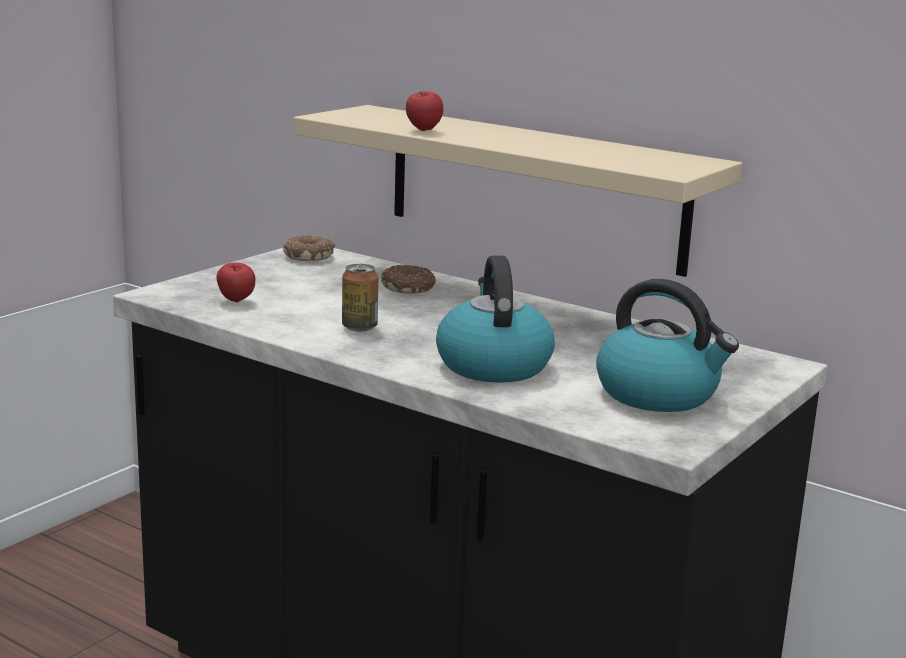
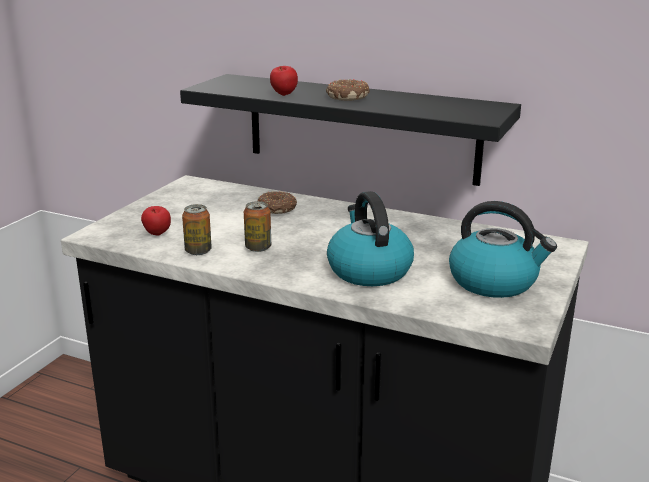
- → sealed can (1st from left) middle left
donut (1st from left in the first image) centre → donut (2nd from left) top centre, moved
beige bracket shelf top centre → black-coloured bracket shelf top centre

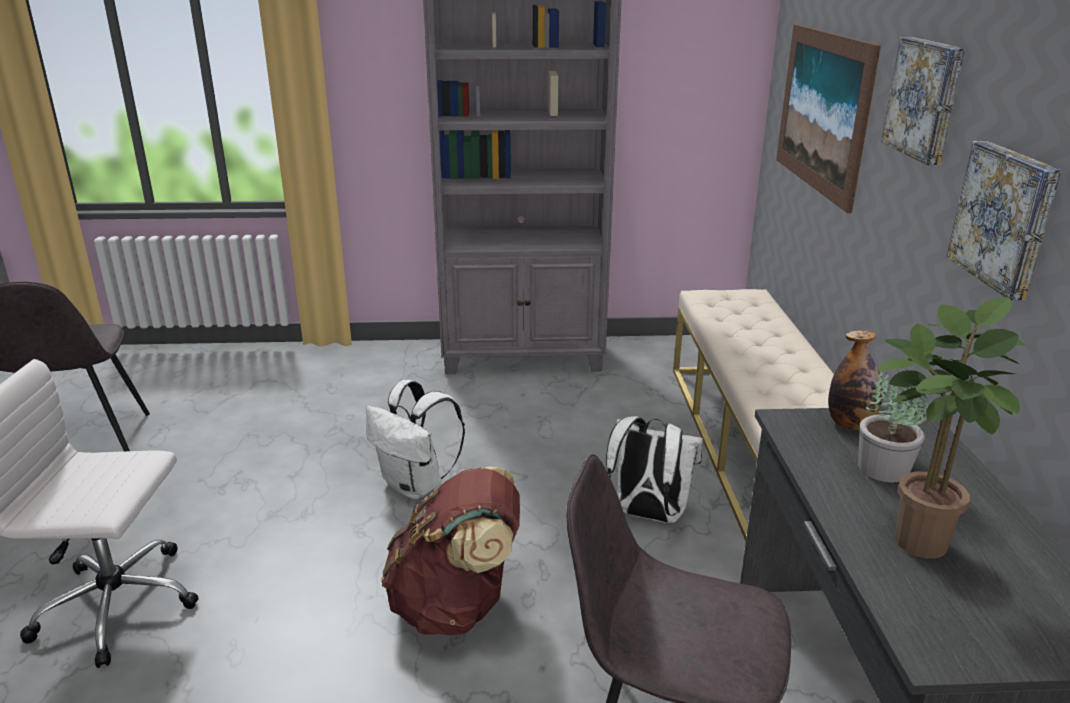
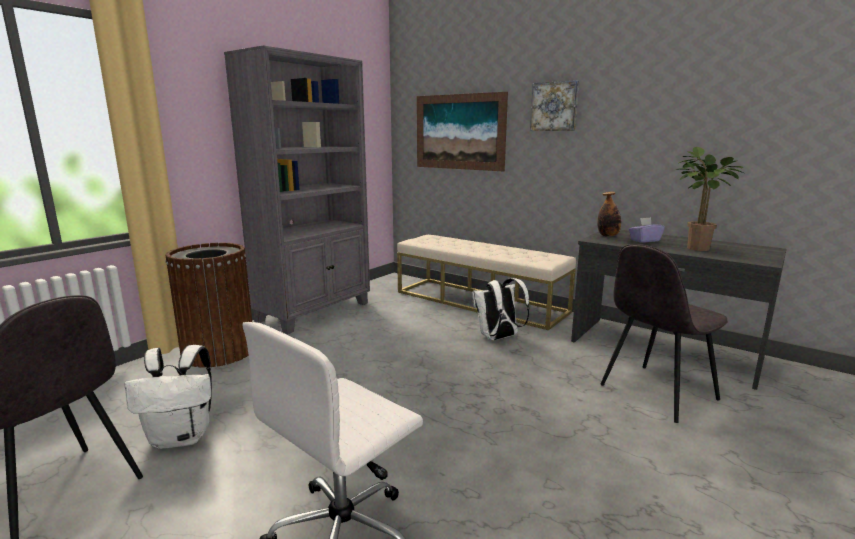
brownish rucksack bottom centre → -
wall art (3rd from left) top right → -
- → brownish rubbish bin middle left
whitish rucksack (1st from left) centre → whitish rucksack (1st from left) bottom left, moved
potted plant (1st from left) middle right → purplish tissue holder middle right

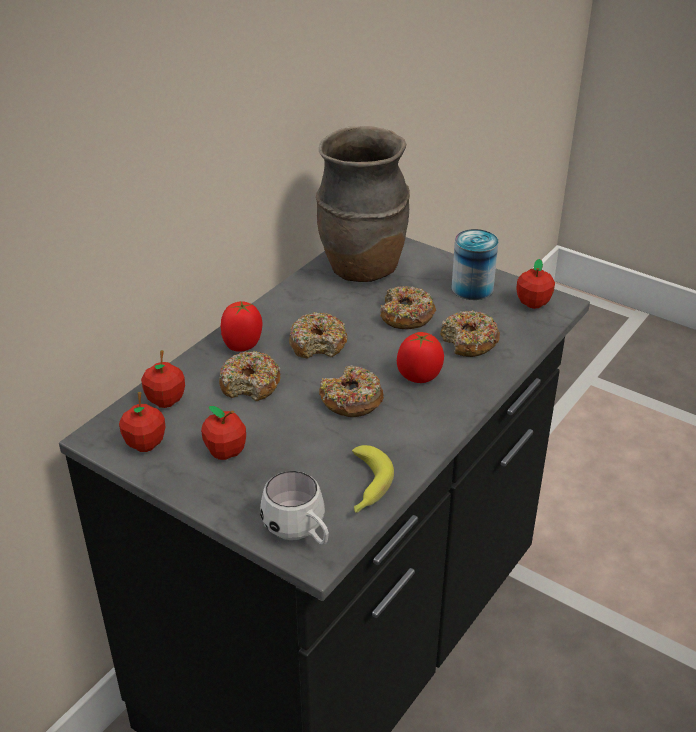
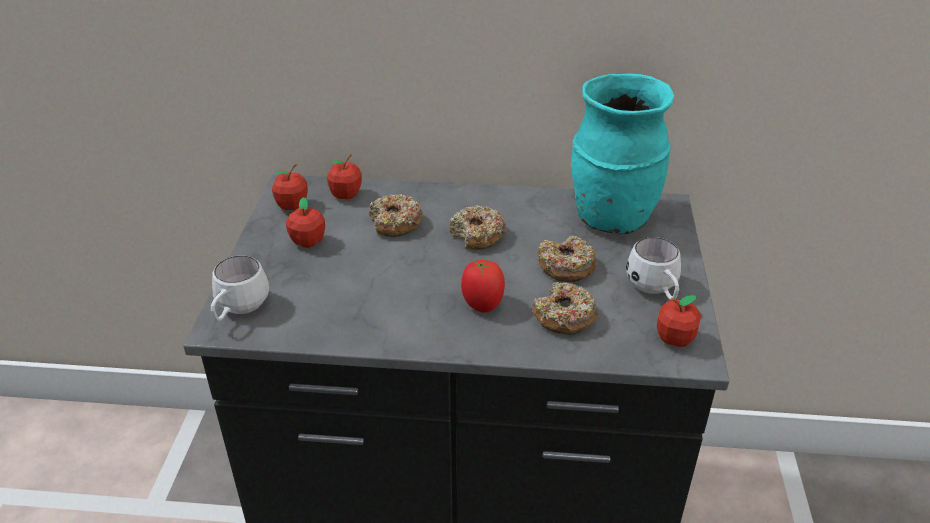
whole tomato (1st from left) centre → -
donut (3rd from left) centre → -
banana centre → -
sealed can middle right → whitish mug (2nd from left) middle right
brownish vase top centre → blue-green vase top right

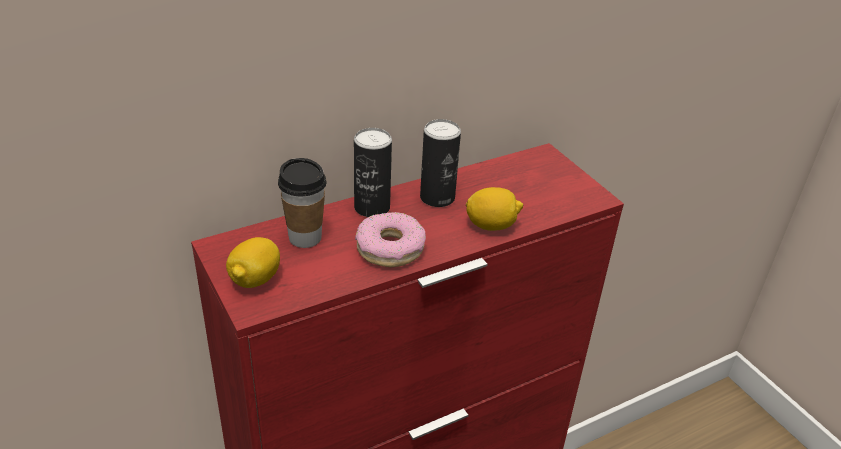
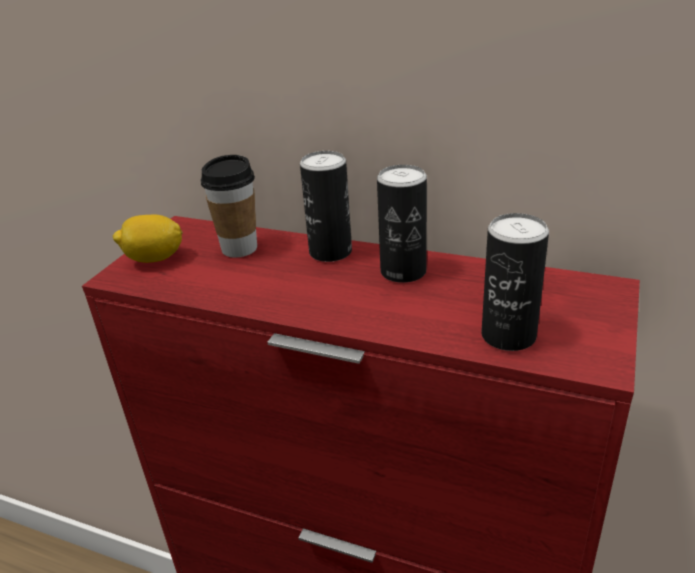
donut centre → -
lemon (2nd from left) centre → -
- → sealed can (3rd from left) middle right

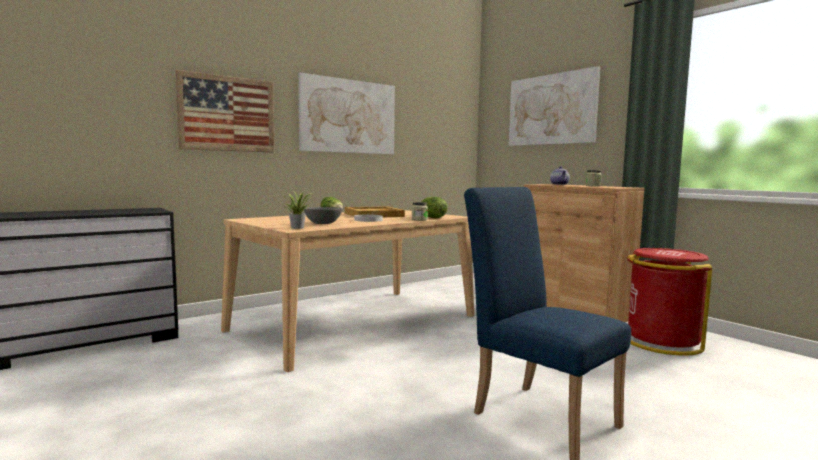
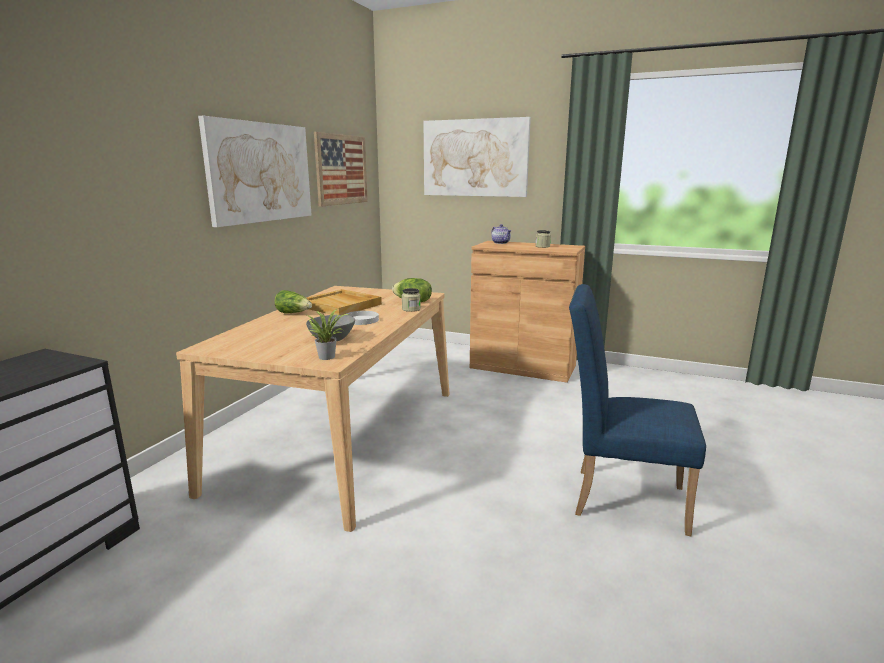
reddish rubbish bin middle right → -
wall art (1st from left in the first image) top left → wall art (2nd from left) top centre, moved

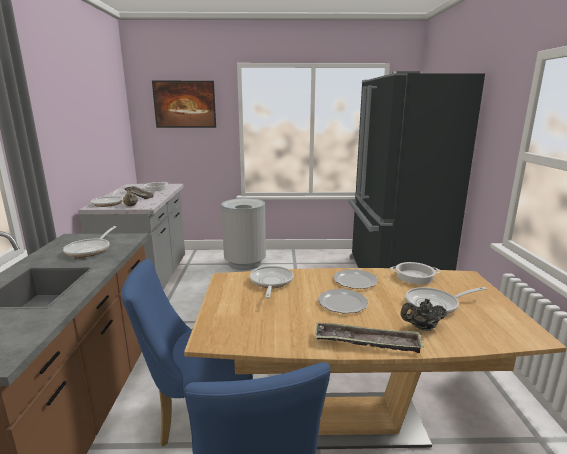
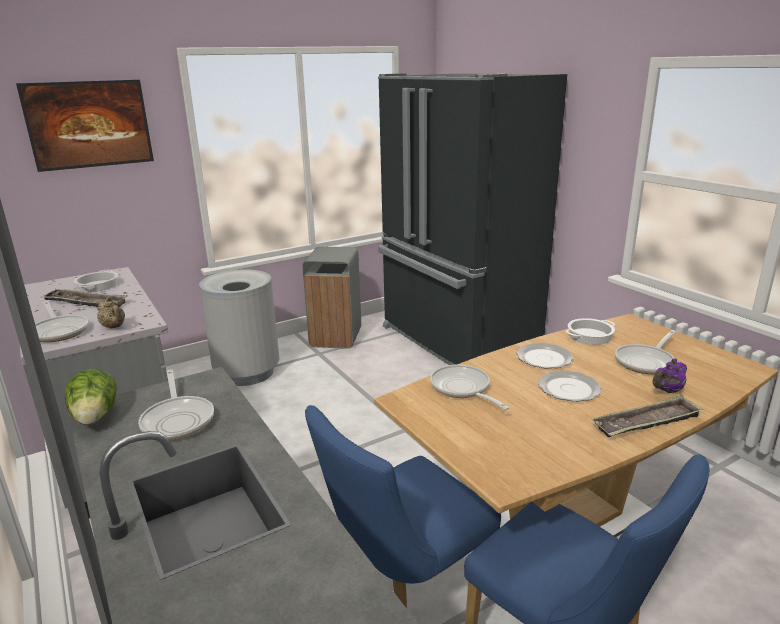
- → lettuce head middle left
- → gray rubbish bin (2nd from left) centre
black-coloured pot for tea bottom right → purplish pot for tea middle right

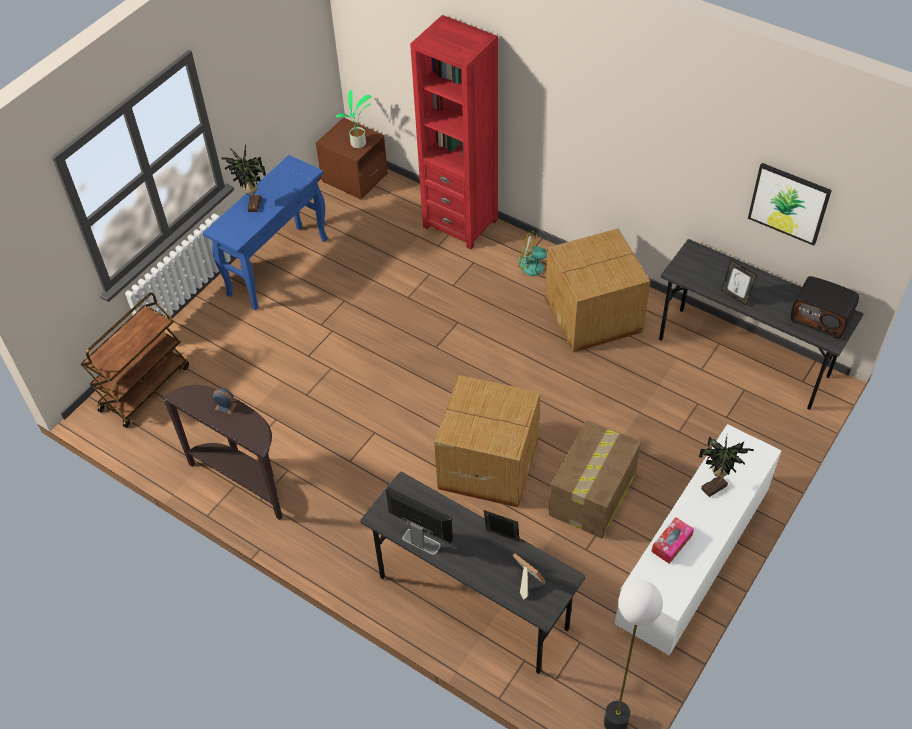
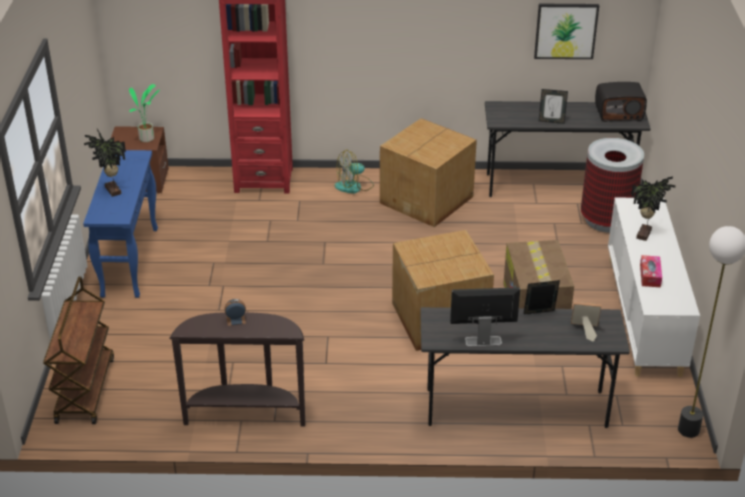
- → rubbish bin middle right

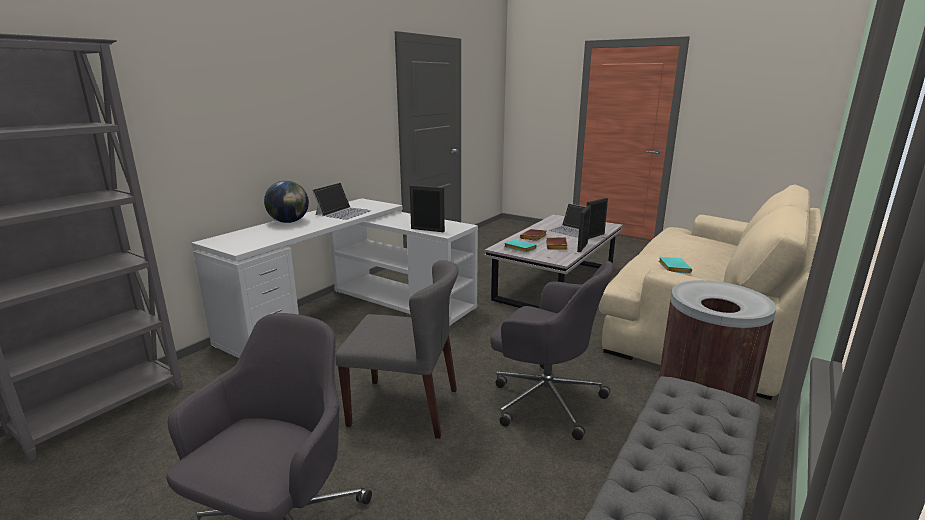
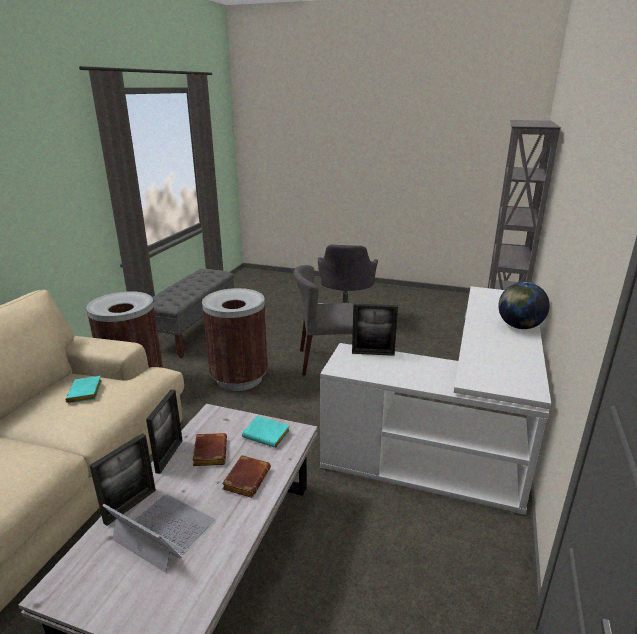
laptop (1st from left) centre → -
gray computer chair (2nd from left) bottom centre → brownish rubbish bin (2nd from left) centre

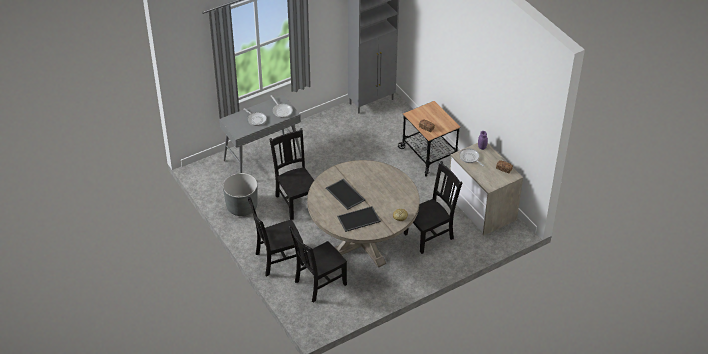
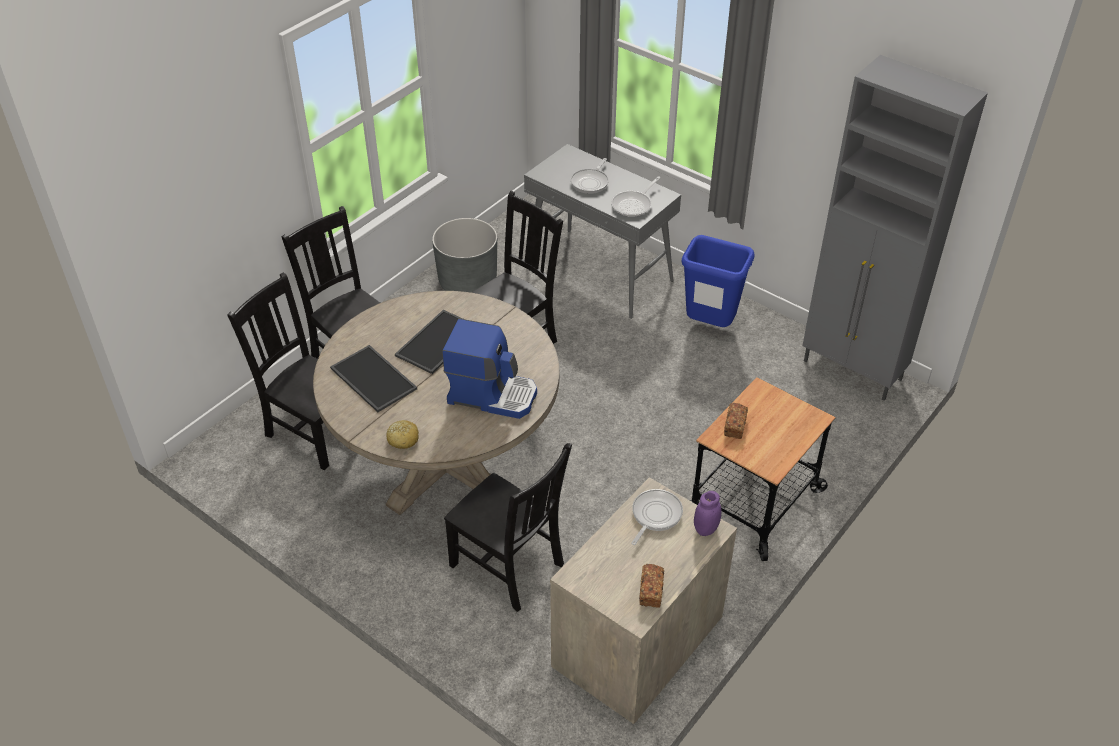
- → coffee maker centre
- → blue rubbish bin centre

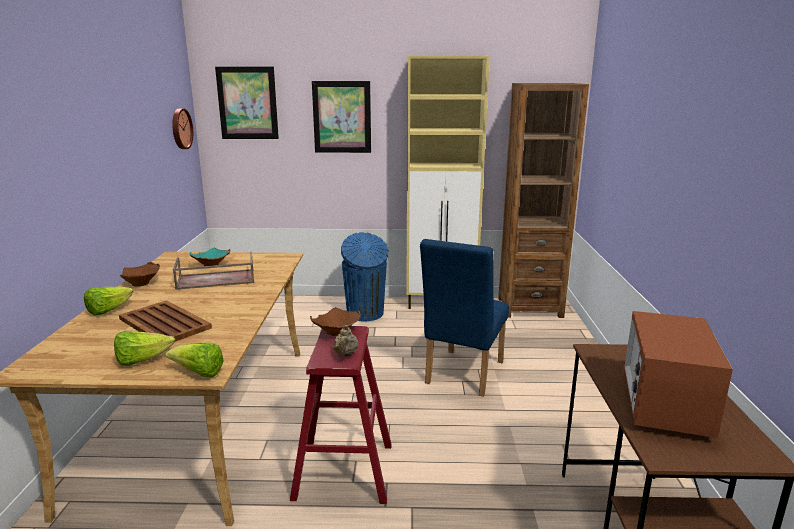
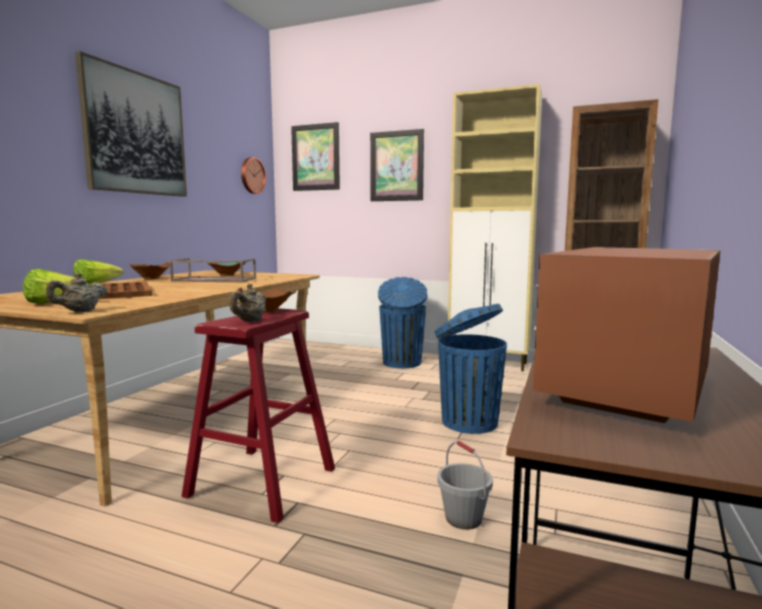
- → wall art (1st from left) top left
- → gray bucket bottom centre
lettuce head (3rd from left) bottom left → beige pot for tea (1st from left) middle left
blue chair centre → blue rubbish bin (2nd from left) centre

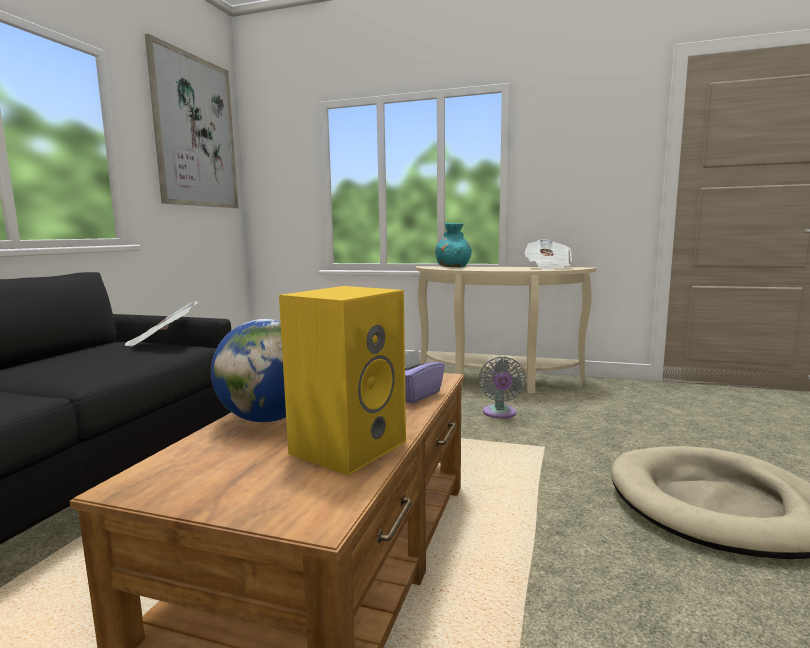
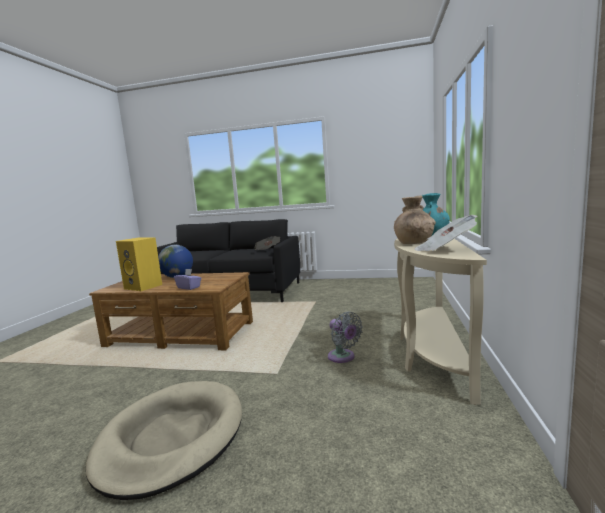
wall art top left → -
- → brownish vase middle right
gray electric fan centre, 120 degrees counterclockwise

